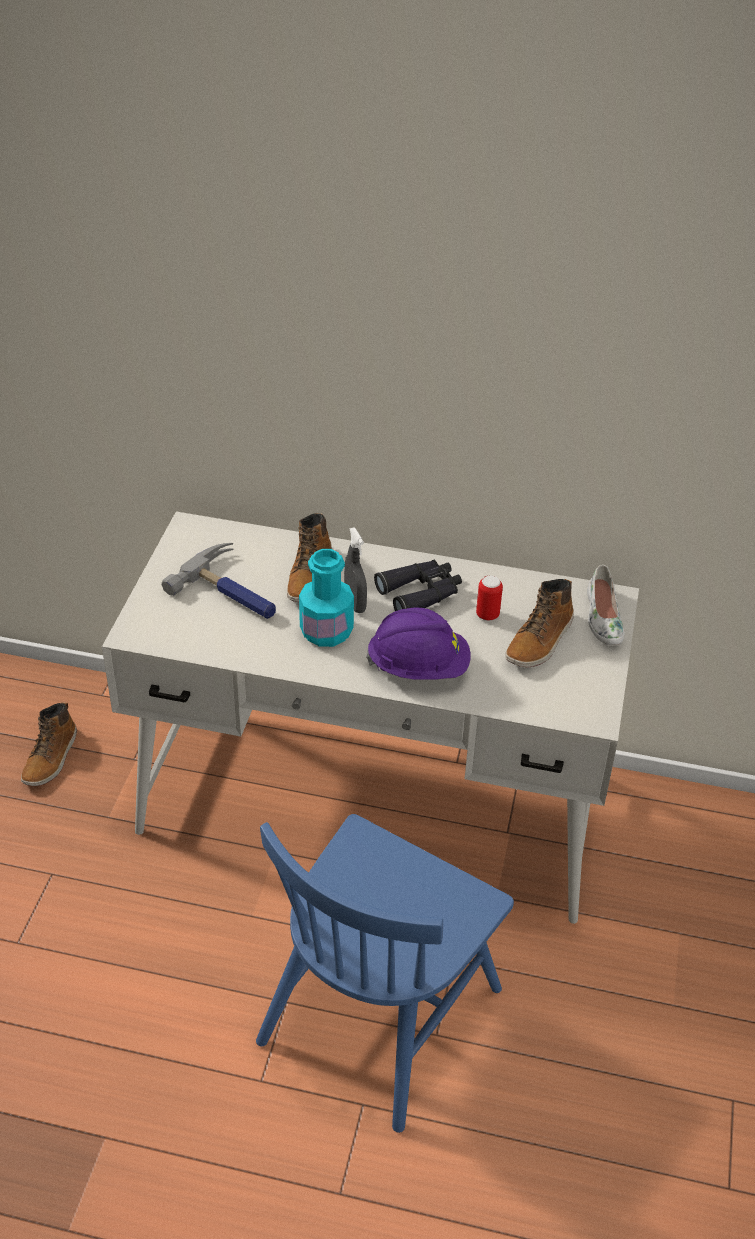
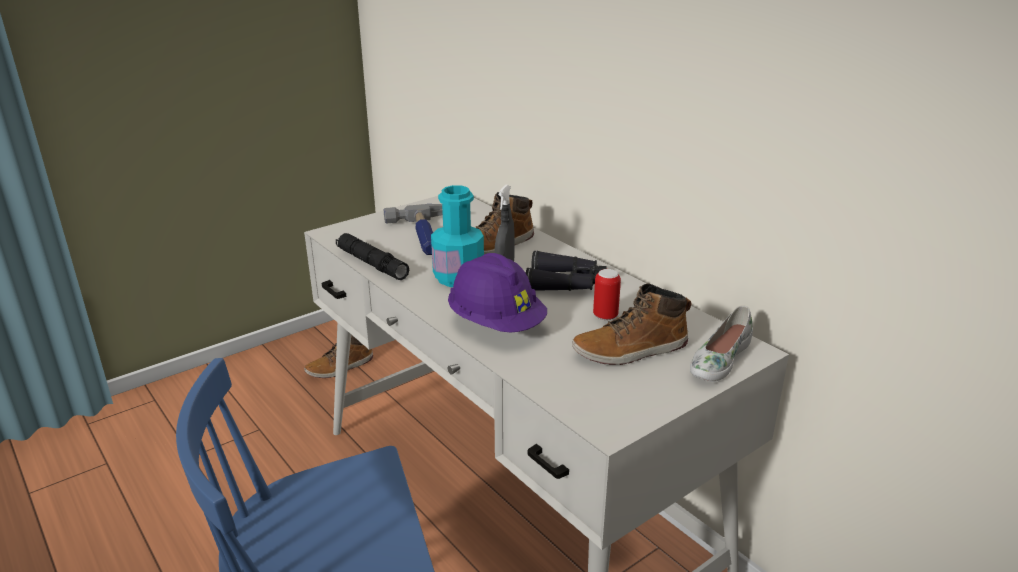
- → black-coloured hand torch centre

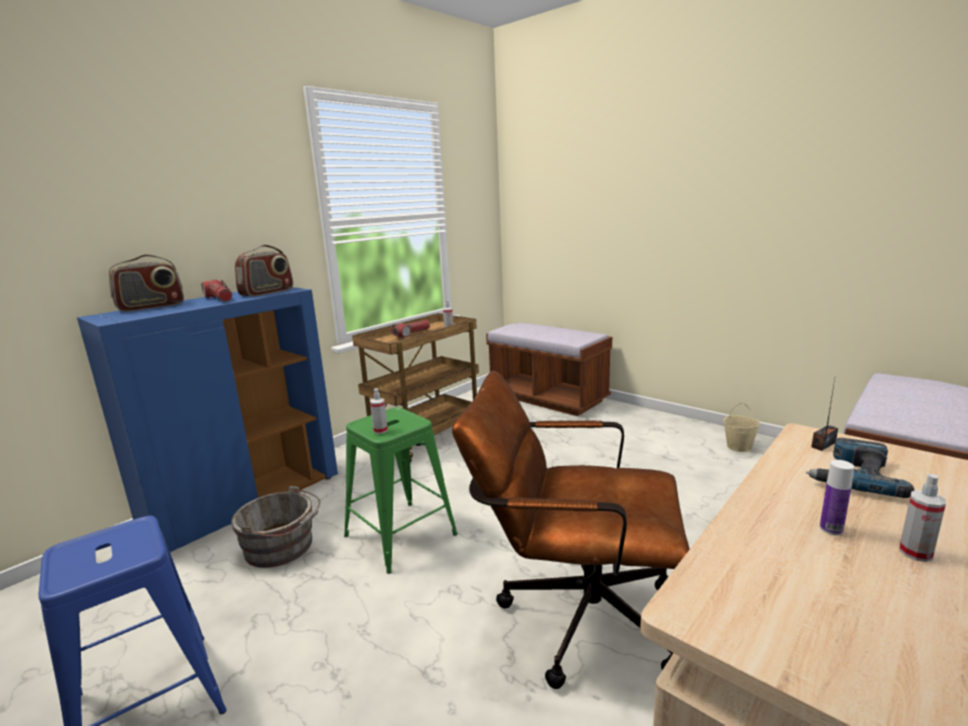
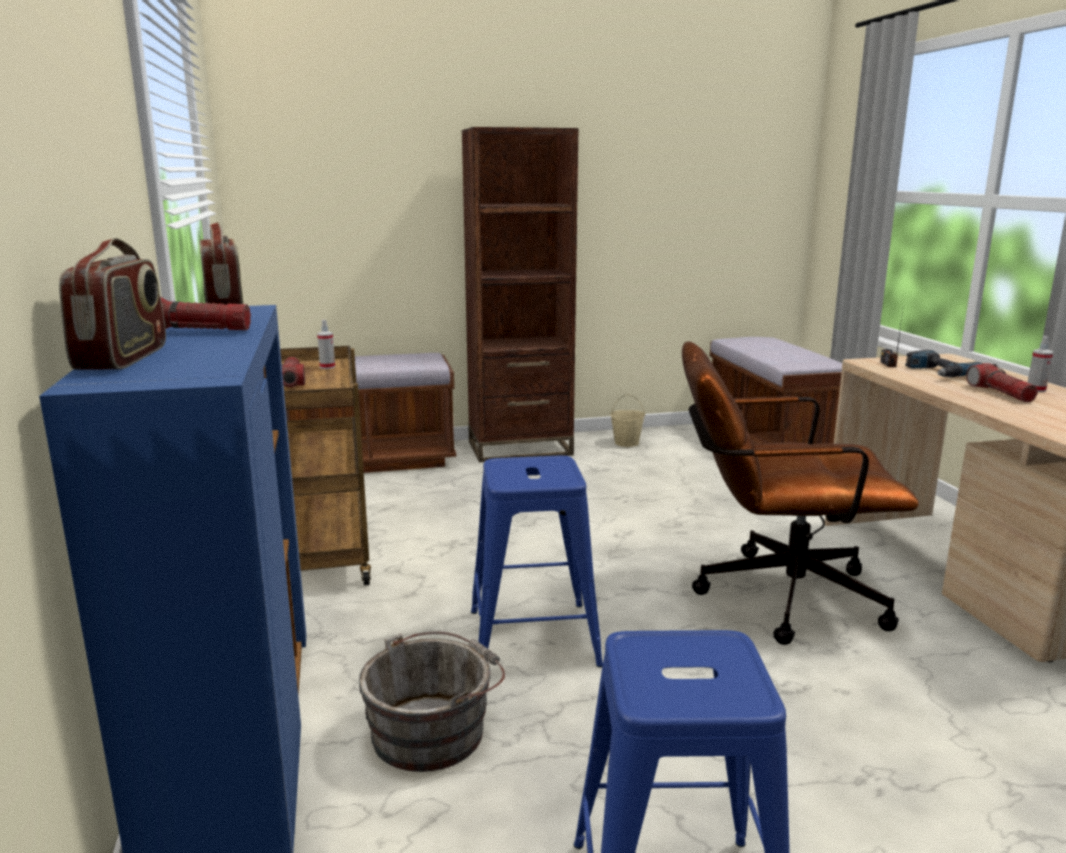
spray bottle (1st from left) centre → -
- → brownish bookshelf centre
drink bottle bottom right → hand torch (3rd from left) middle right
green-coloured stool bottom centre → blue stool (1st from left) centre
brownish computer chair bottom centre → brownish computer chair middle right, 45 degrees clockwise

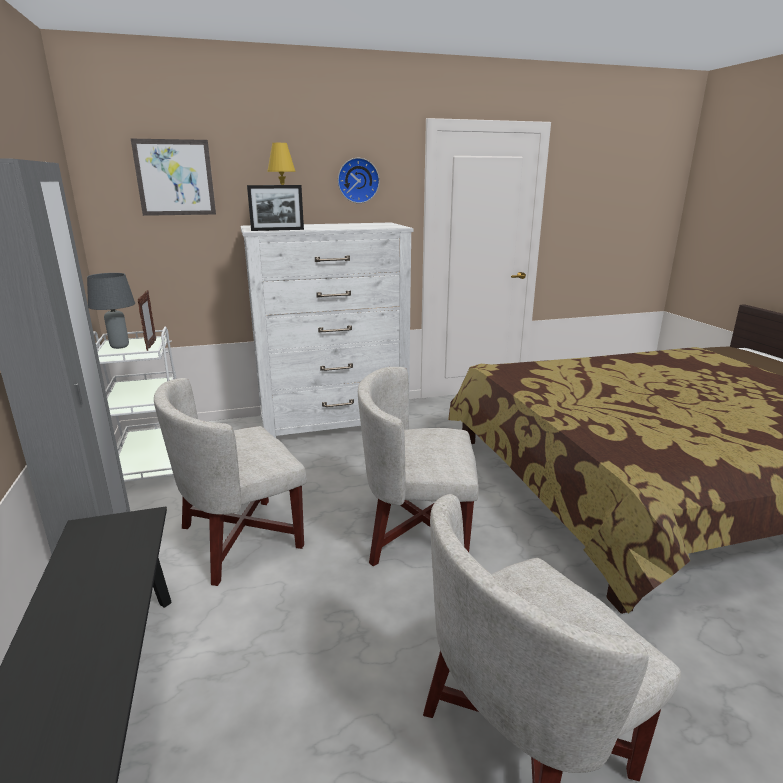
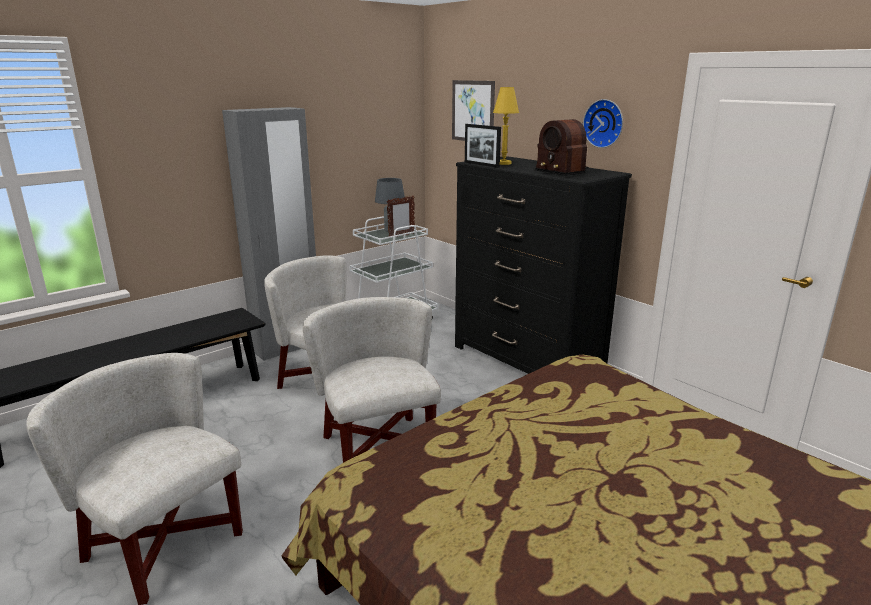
- → radio top centre
whitish chest of drawers centre → black-coloured chest of drawers centre

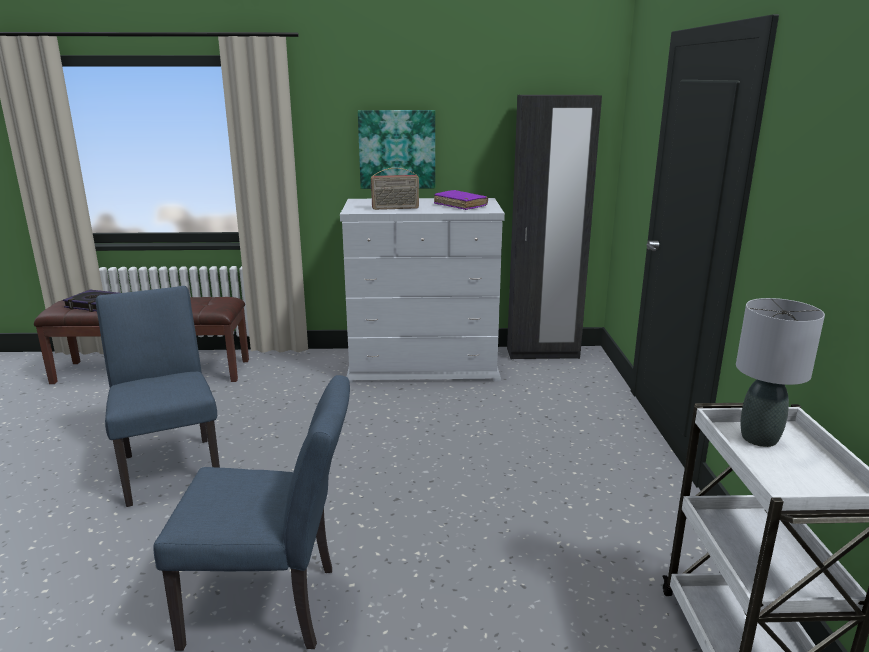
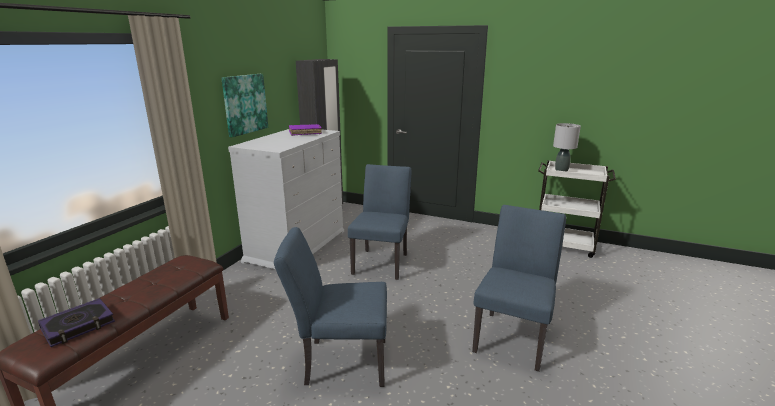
radio top centre → -
- → blue chair (2nd from left) centre

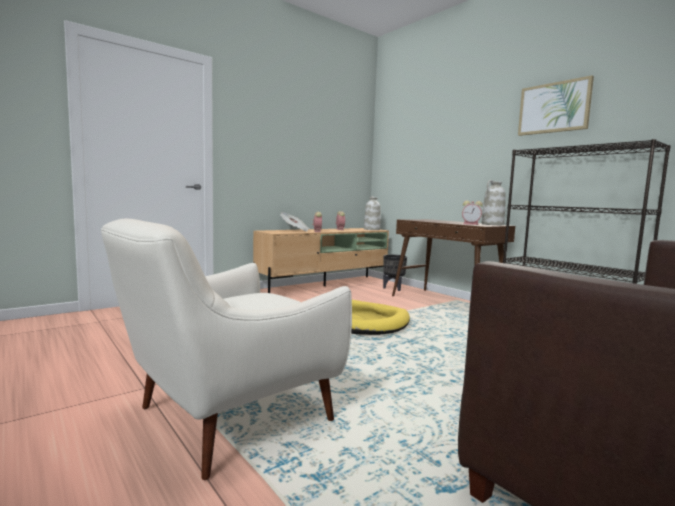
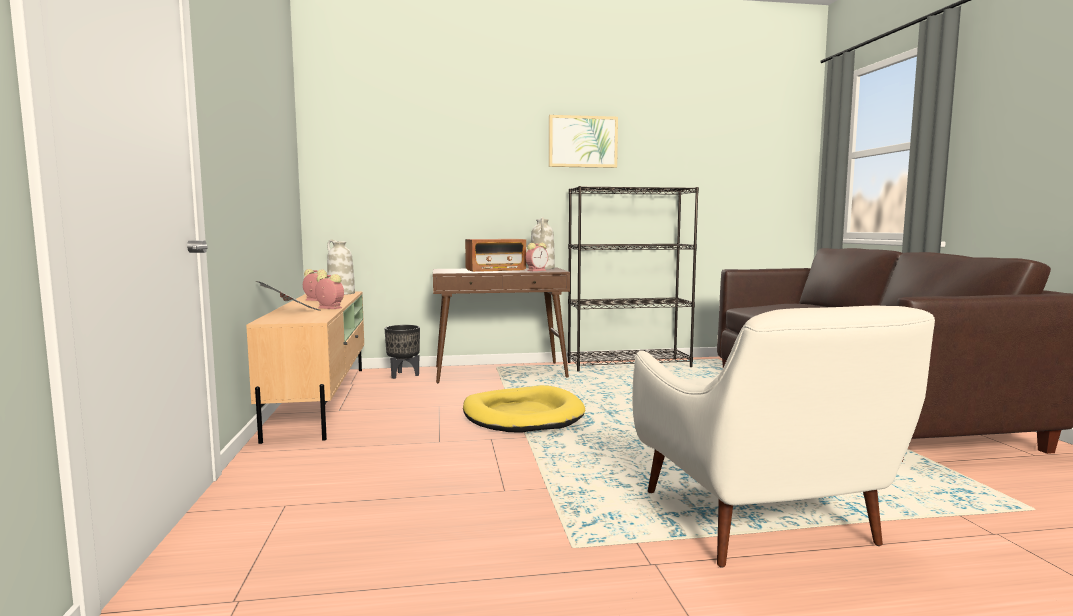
- → radio centre

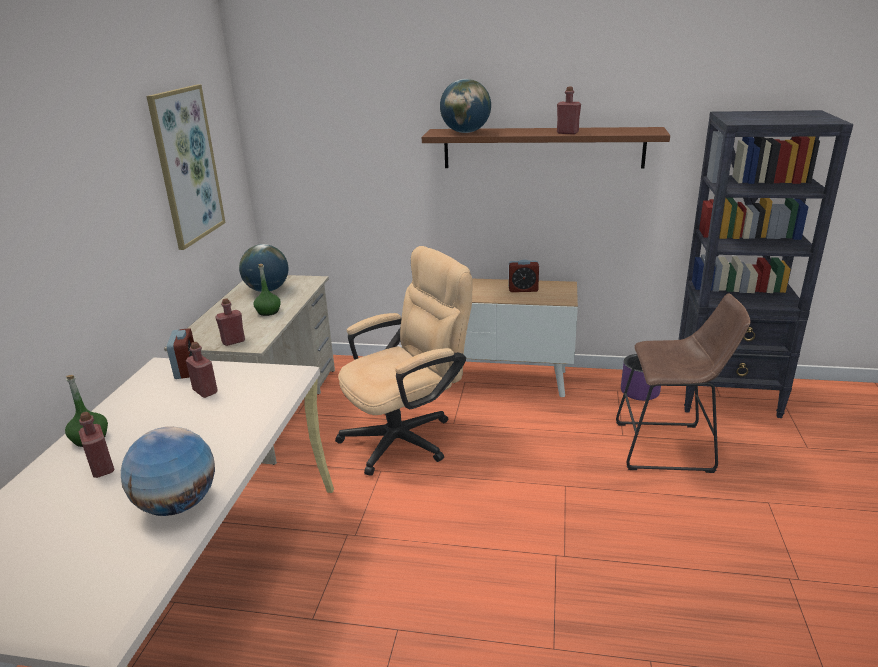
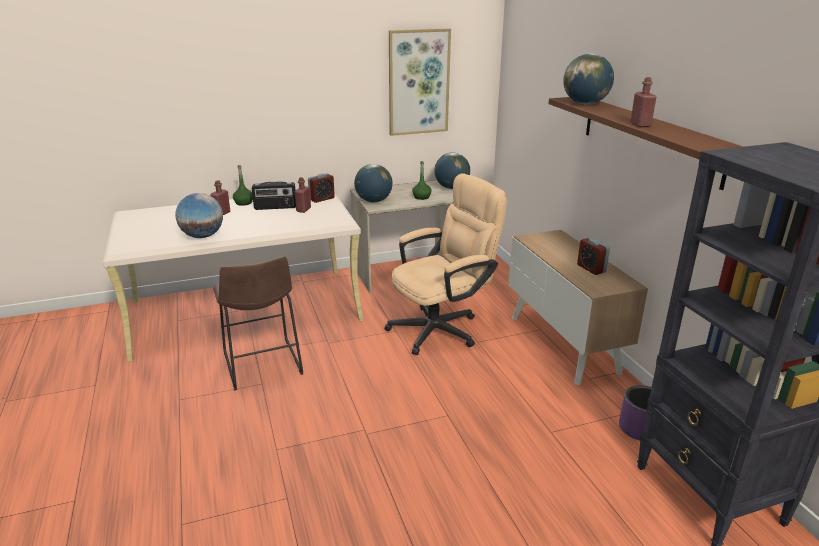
- → radio centre
brownish stool middle right → brownish stool middle left, moved
reddish drink bottle (3rd from left) middle left → desk globe (2nd from left) centre
beige computer chair centre, 60 degrees counterclockwise

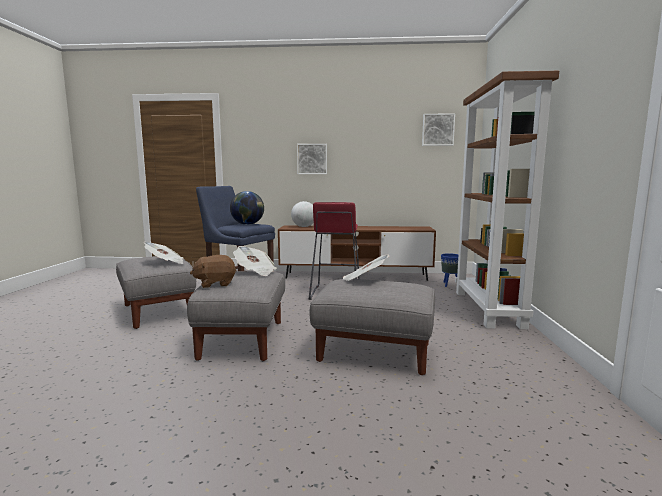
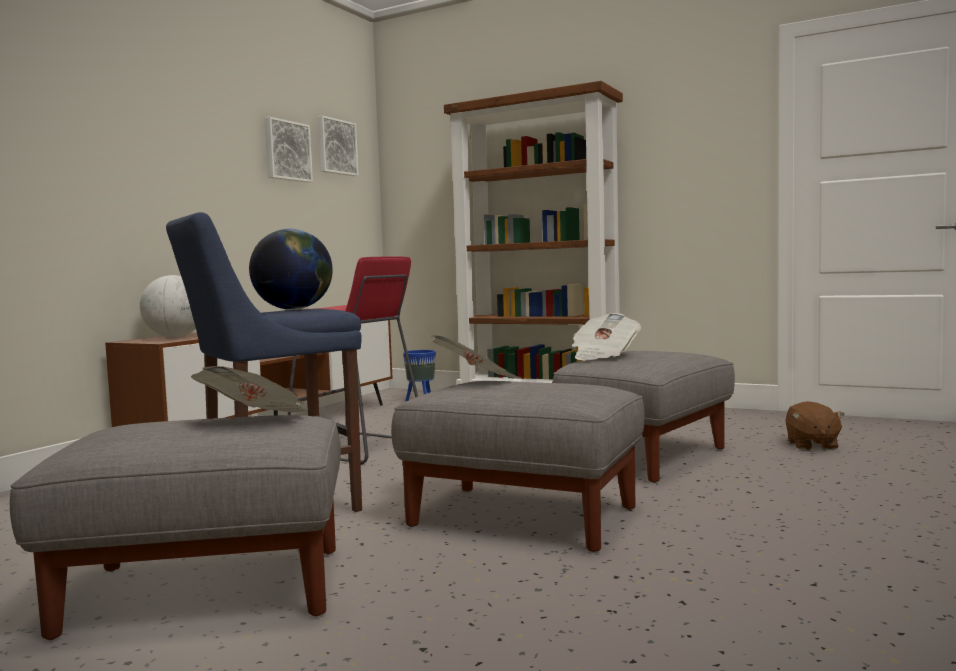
brownish soft toy middle left → brownish soft toy middle right, moved
wall art (1st from left) top centre → wall art (1st from left) top left, moved

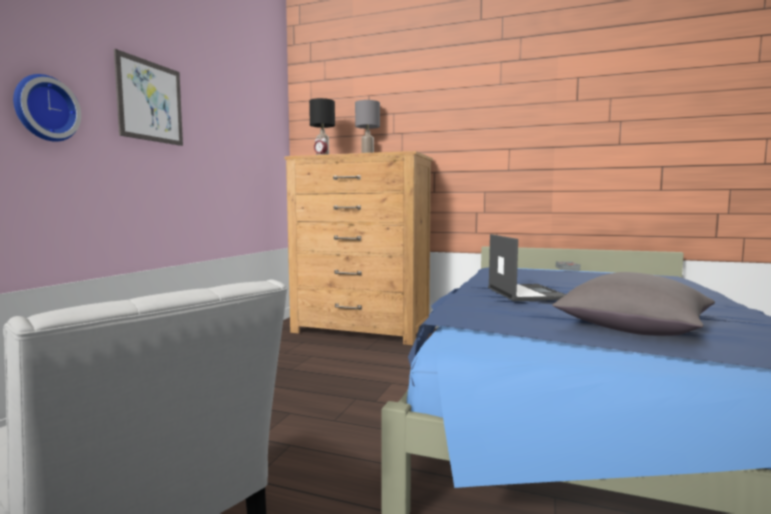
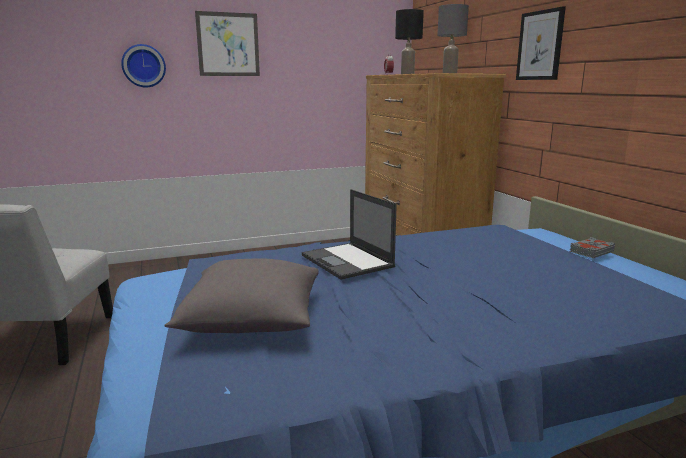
- → wall art (2nd from left) top right
laptop middle right → laptop centre, 105 degrees clockwise

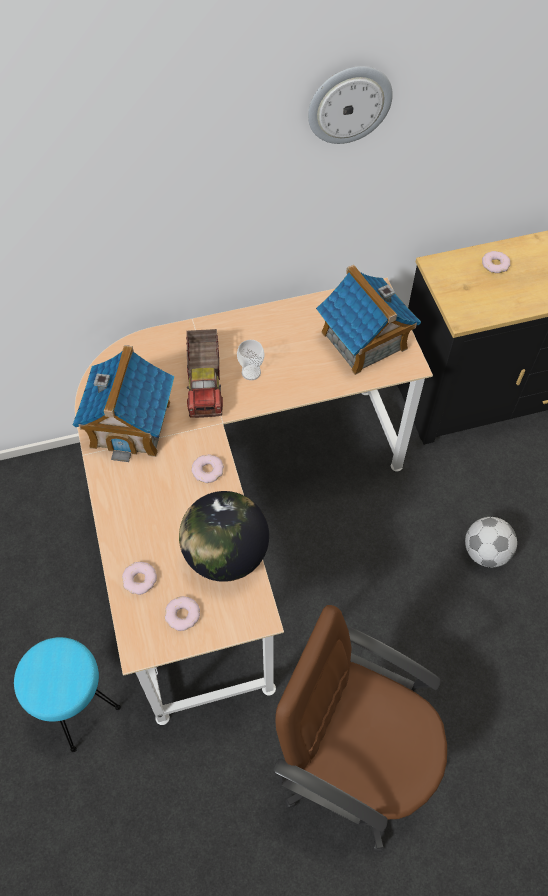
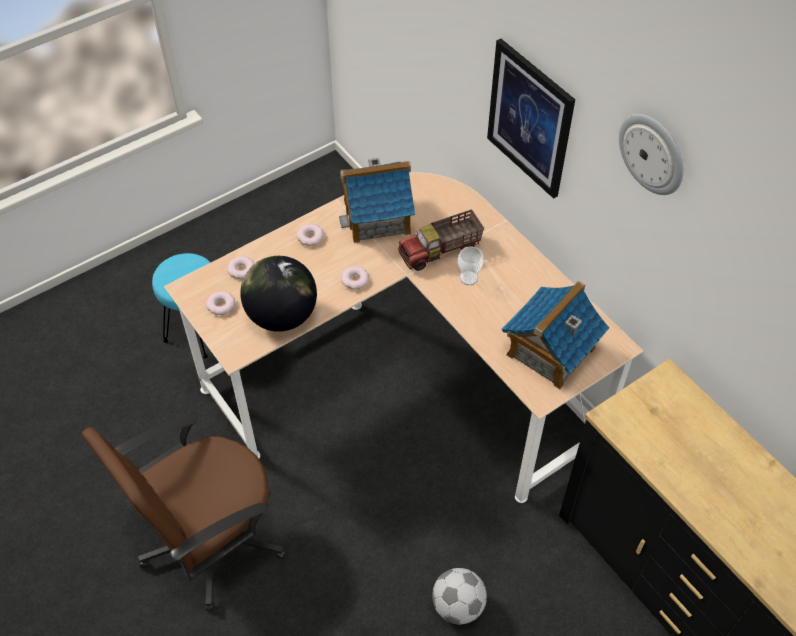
- → wall art top right
donut (4th from left in the first image) top right → donut (3rd from left) centre, moved
brownish computer chair bottom centre → brownish computer chair bottom left, 135 degrees counterclockwise

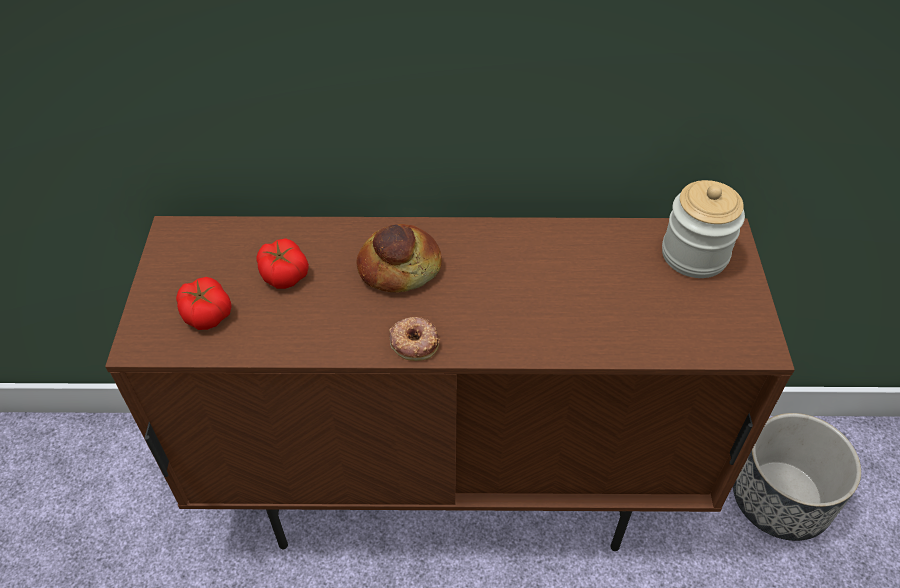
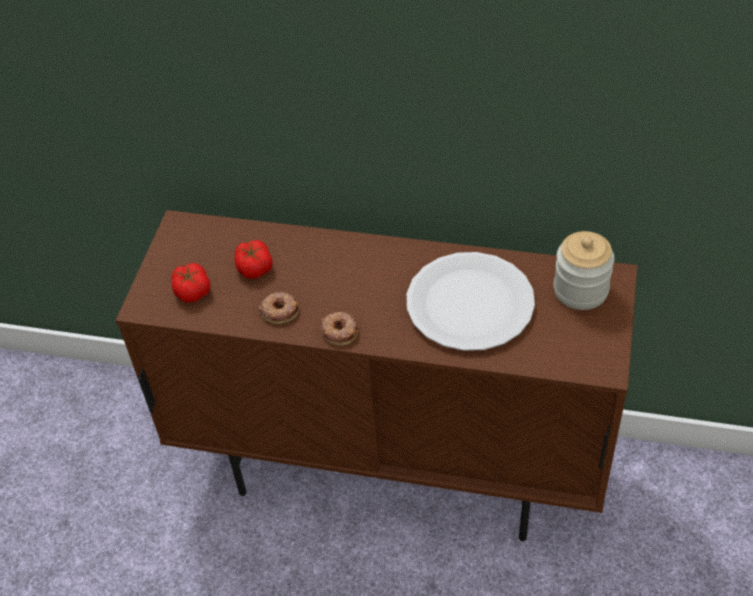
baked bread centre → -
flower pot bottom right → -
- → donut (1st from left) centre
- → whitish plate centre

